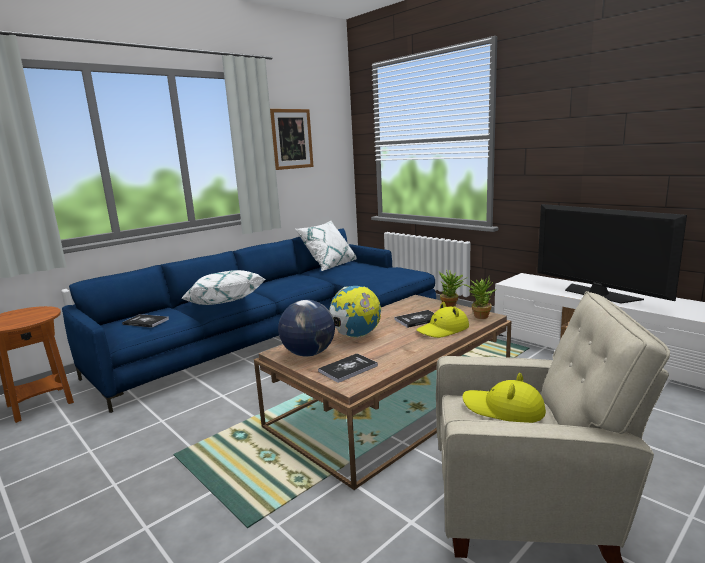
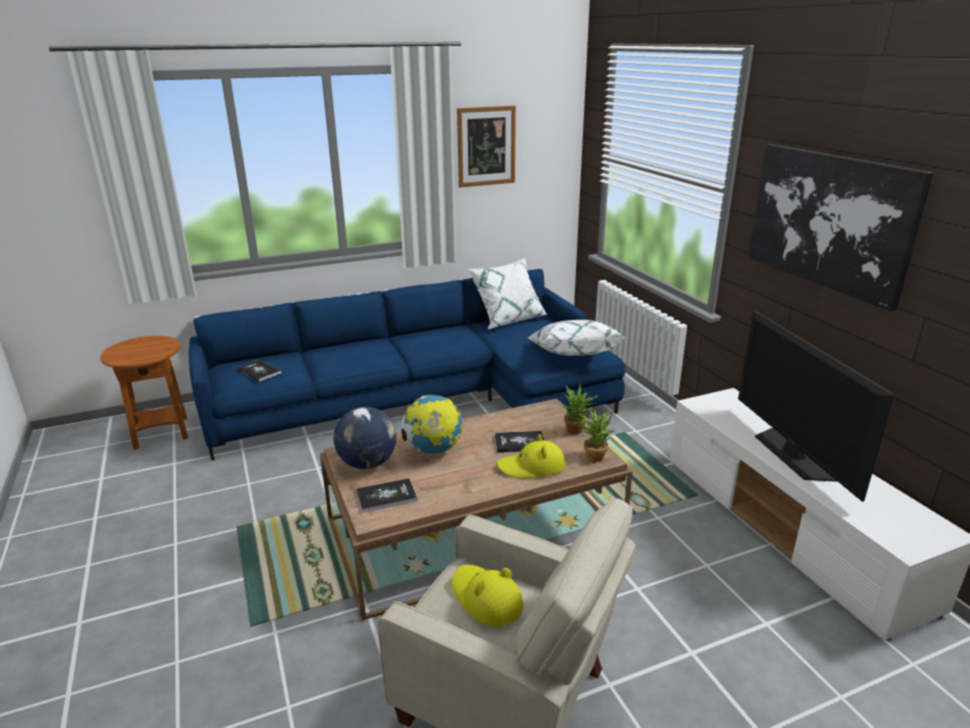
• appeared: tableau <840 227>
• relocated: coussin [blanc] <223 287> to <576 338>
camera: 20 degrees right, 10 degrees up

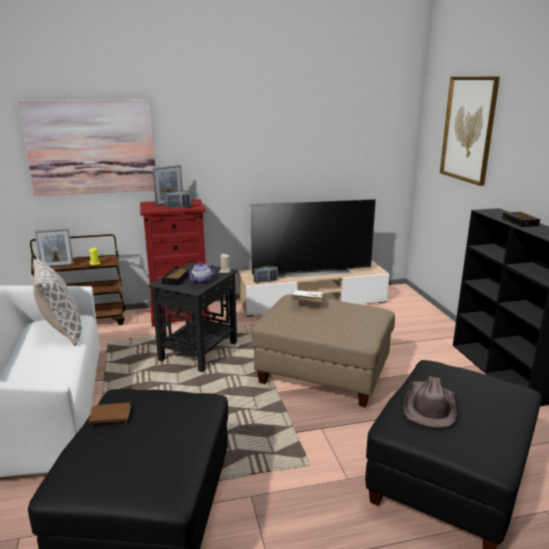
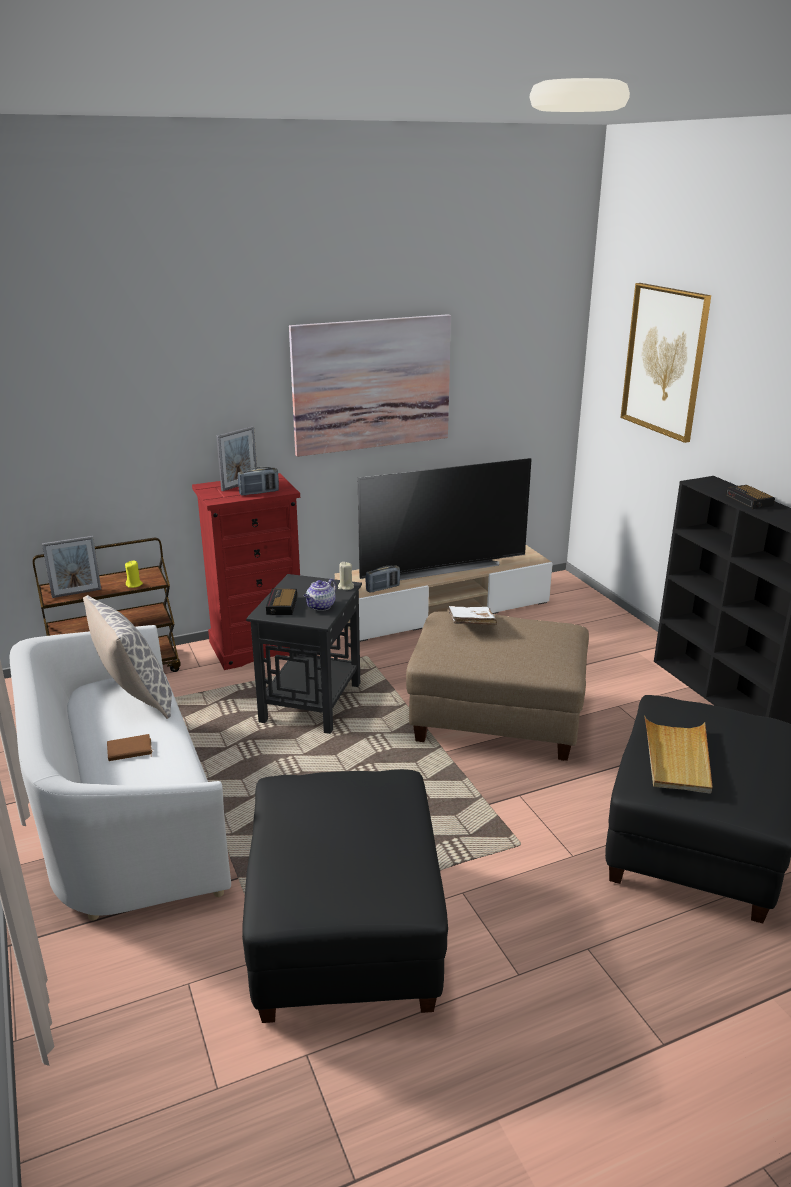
• relocated: tableau <86 147> to <370 385>
• relocated: livre [marron] <110 413> to <130 747>
• exchanged: chapeau [marron] <430 402> to plateau [beige] <678 755>
camera: 10 degrees left, 5 degrees up

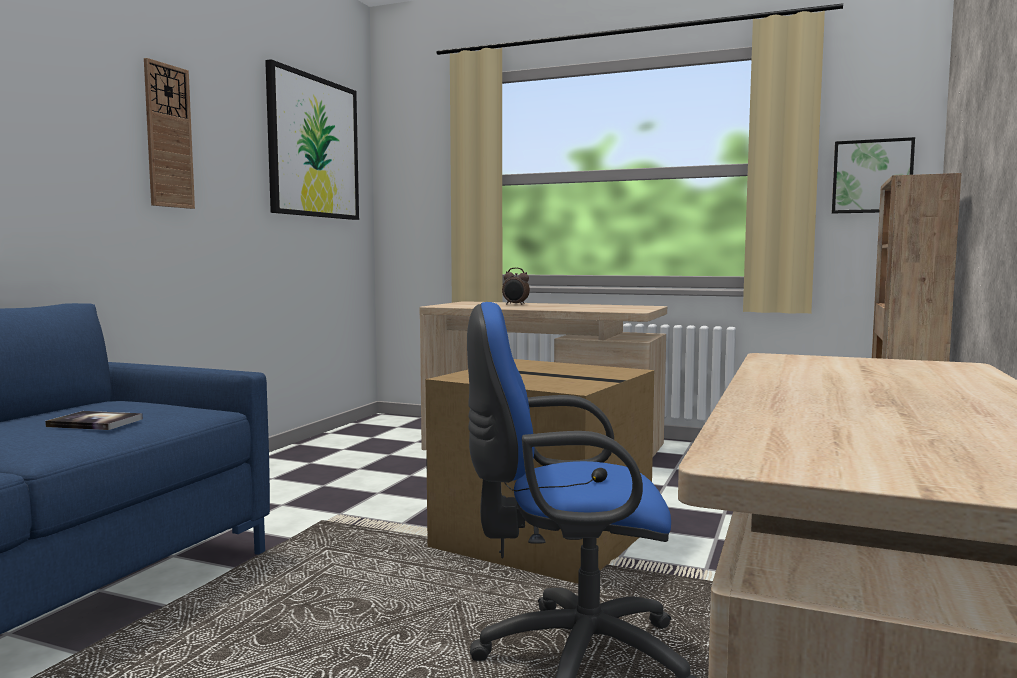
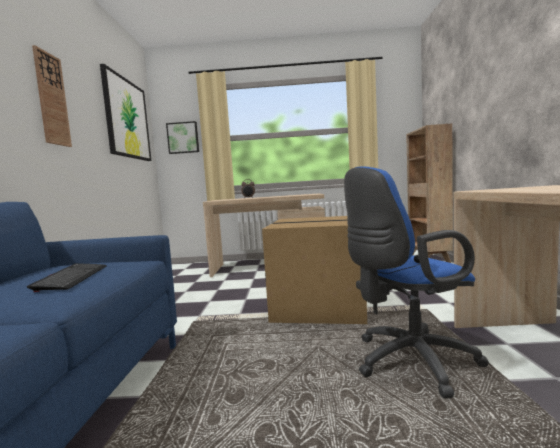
• relocated: tableau <873 175> to <182 137>
• exchanged: livre <94 420> to clavier <67 277>
camera: 20 degrees left, 0 degrees up

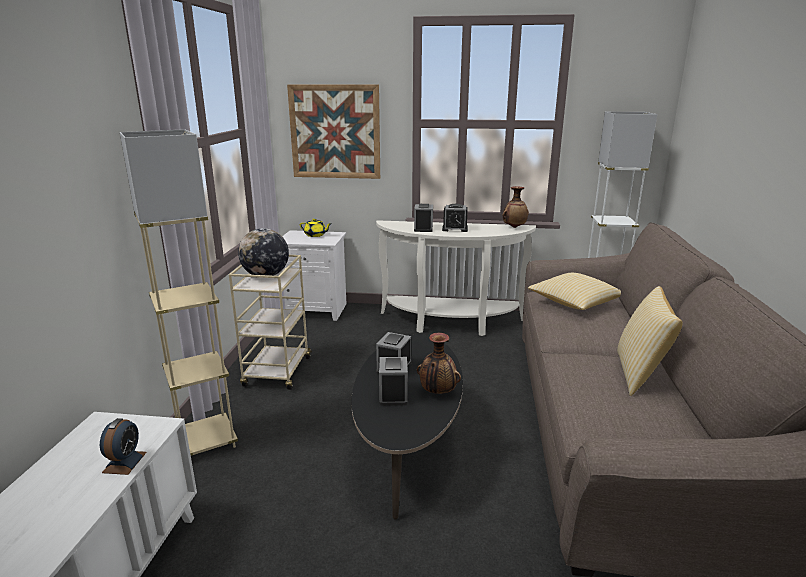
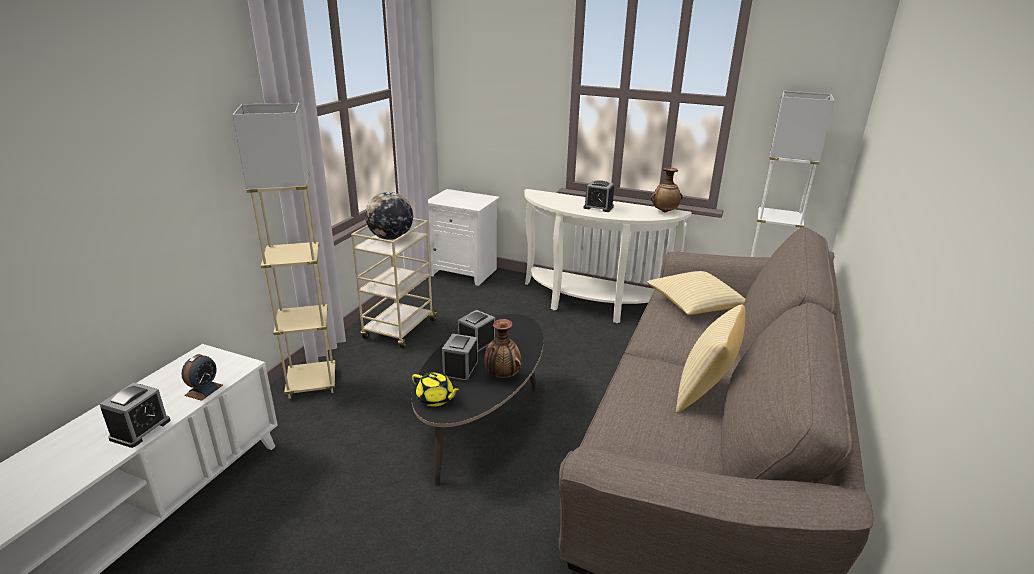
• missing: tableau <333 131>
• relocated: théière [jaune] <316 227> to <436 389>
• relocated: réveil <423 218> to <135 415>
camera: 15 degrees right, 5 degrees up

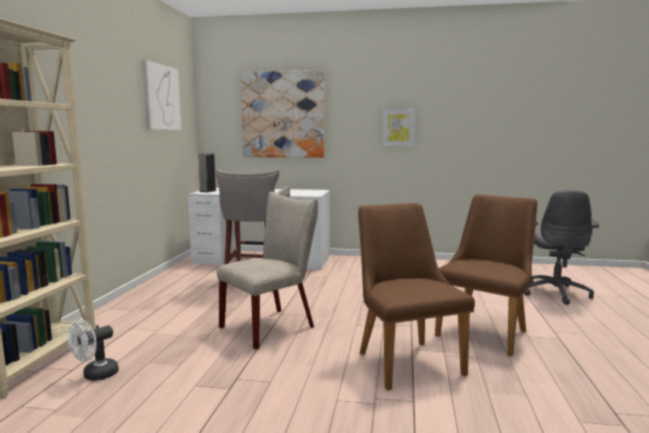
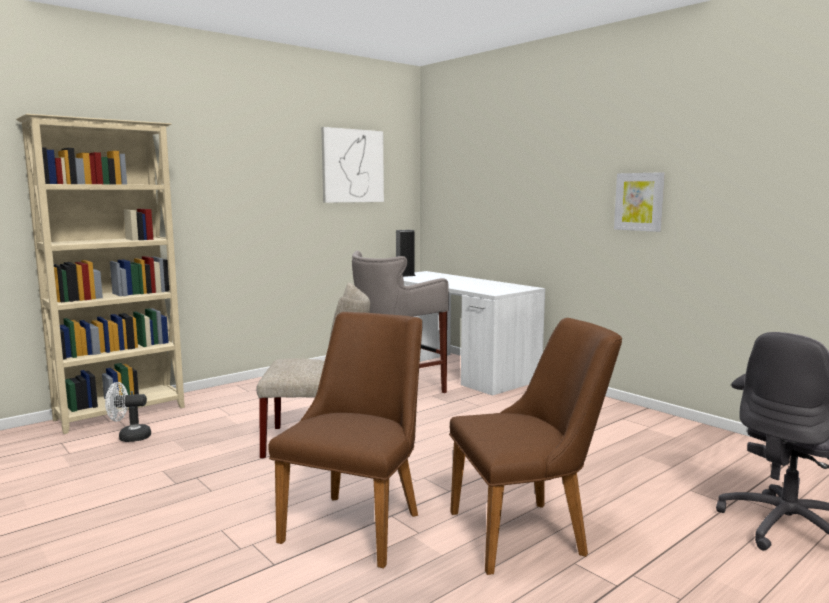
• missing: tableau <283 114>
camera: 40 degrees right, 0 degrees up

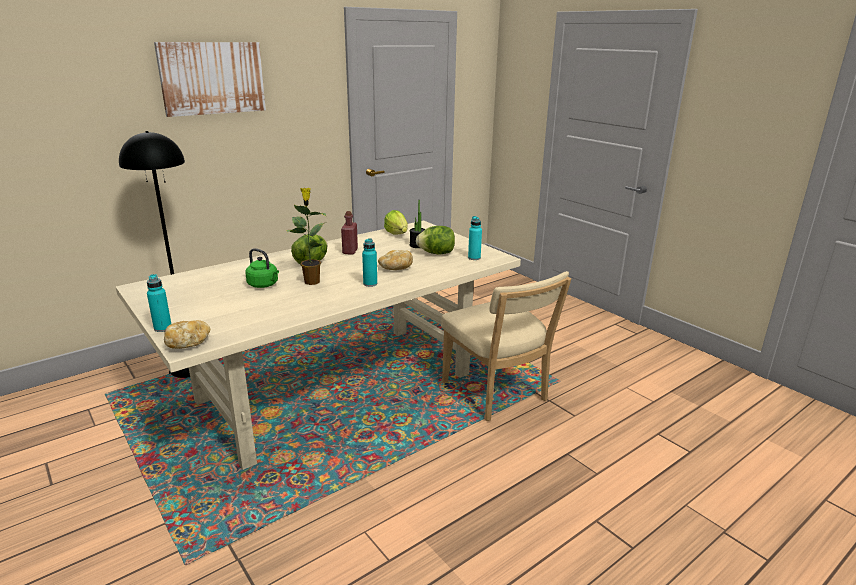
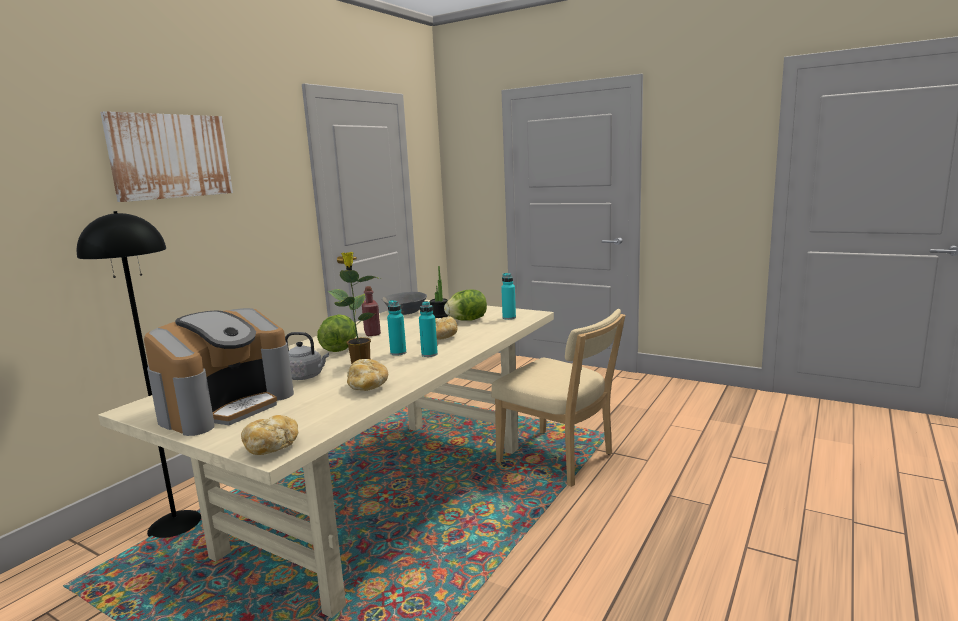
• appeared: machine à café <219 372>
• appeared: pain <367 375>
• relocated: bouteille [turquoise] <159 303> to <396 328>
• exchanged: laitue <396 222> to bol [gris] <404 303>
• colour: bouilloire [vert] <262 268> to bouilloire [gris] <307 356>
camera: 20 degrees left, 10 degrees down

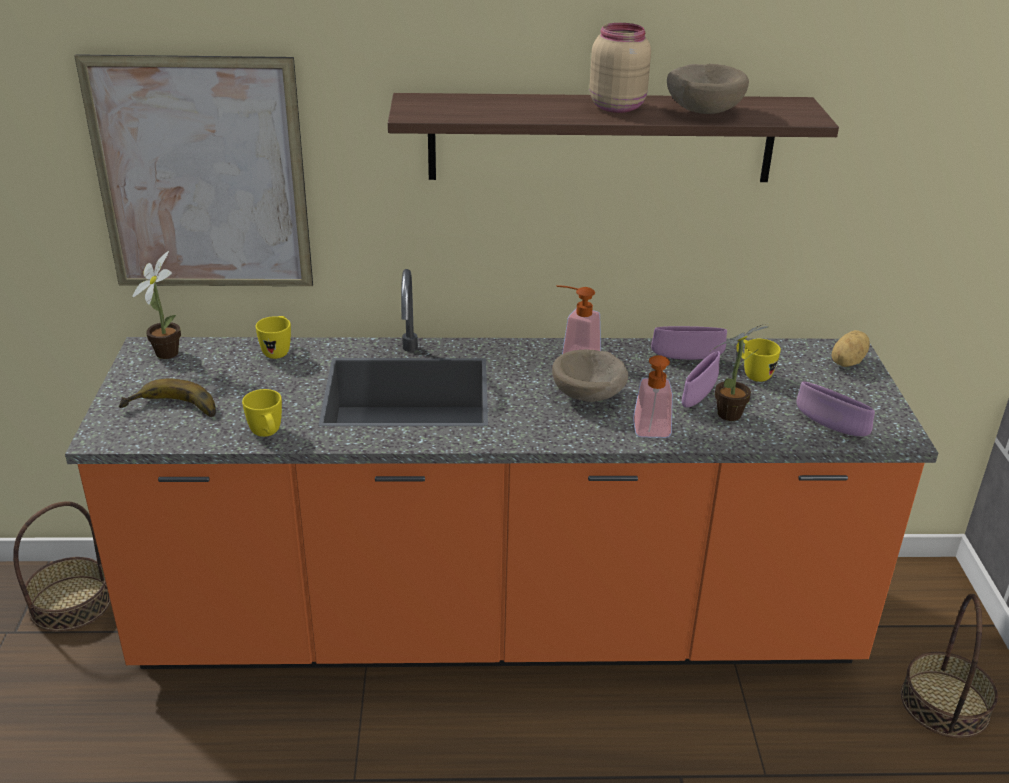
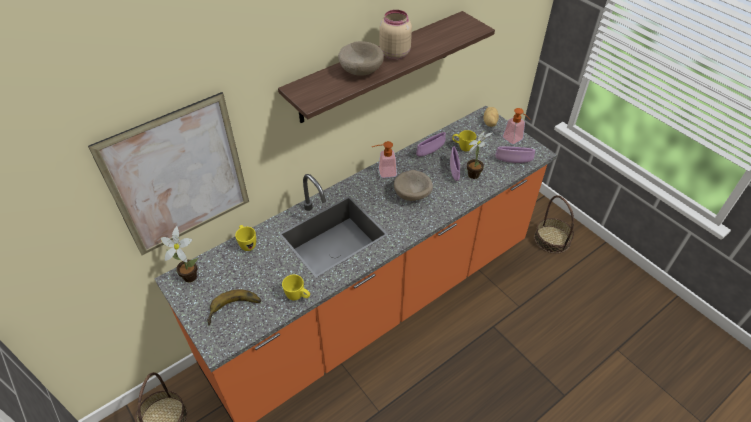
• relocated: distributeur de savon <653 396> to <516 126>
• relocated: bol [beige] <708 89> to <361 58>
camera: 35 degrees left, 15 degrees up

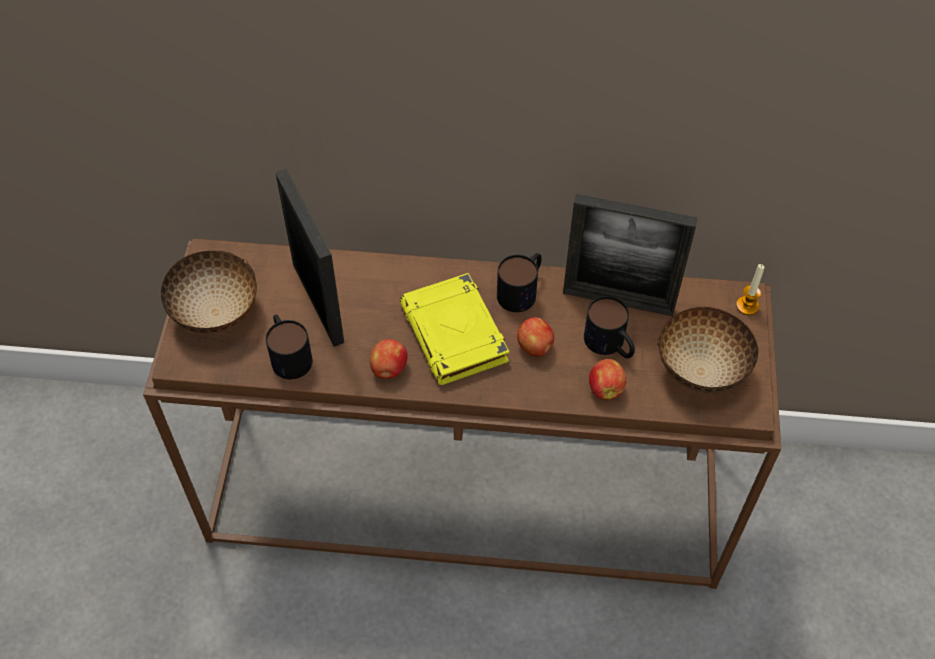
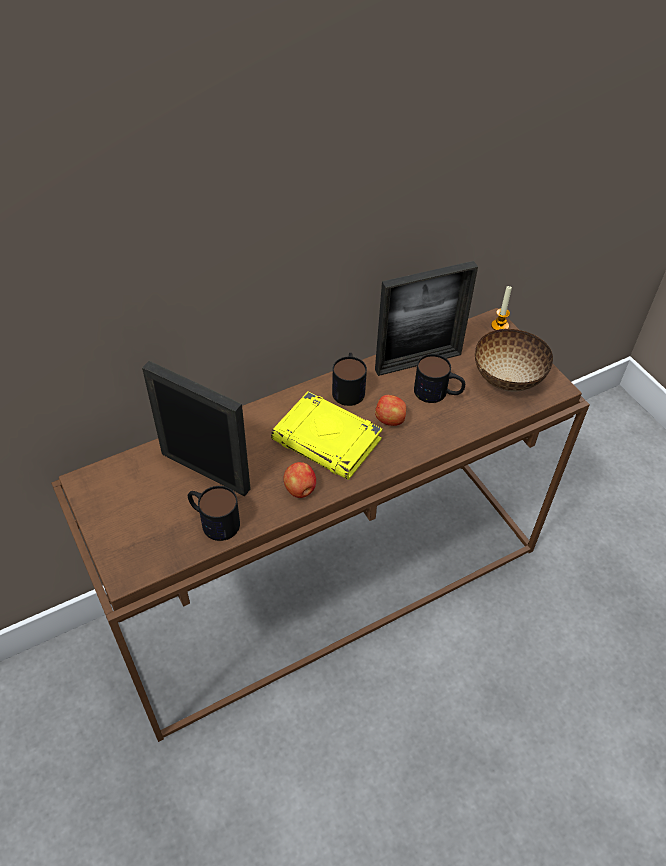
• missing: bol <209 292>
• missing: pomme <607 379>
camera: 35 degrees left, 5 degrees down

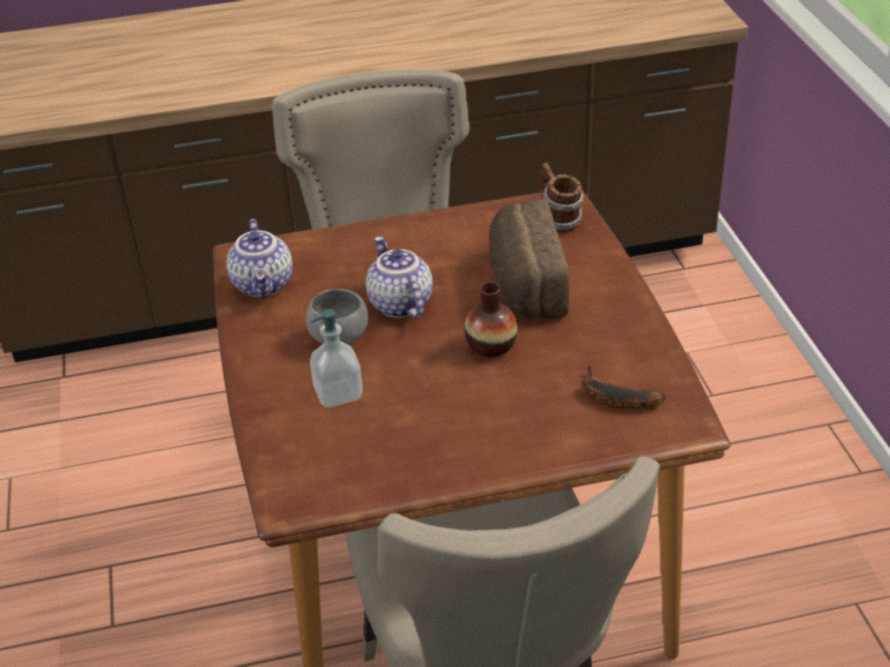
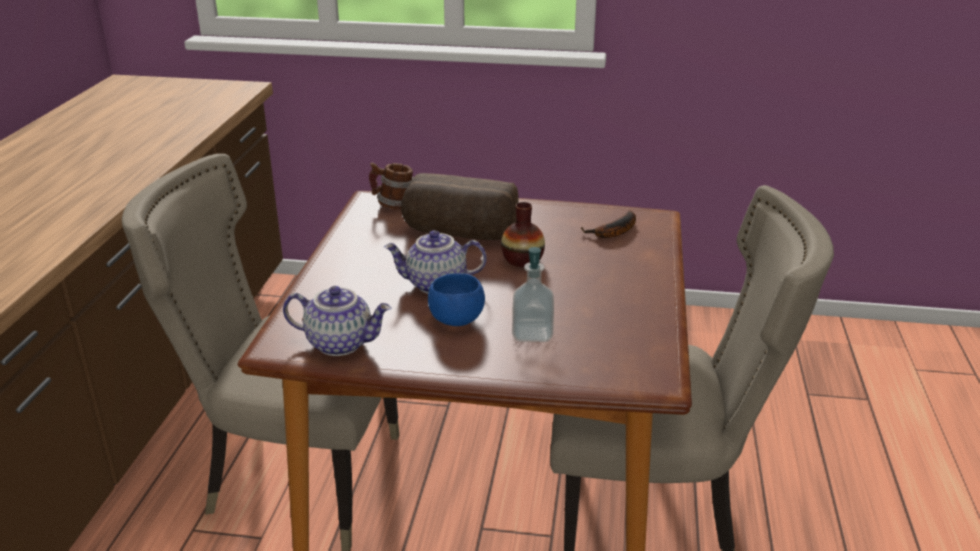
• colour: bol [gris] <337 317> to bol [bleu] <456 299>
camera: 70 degrees left, 10 degrees down

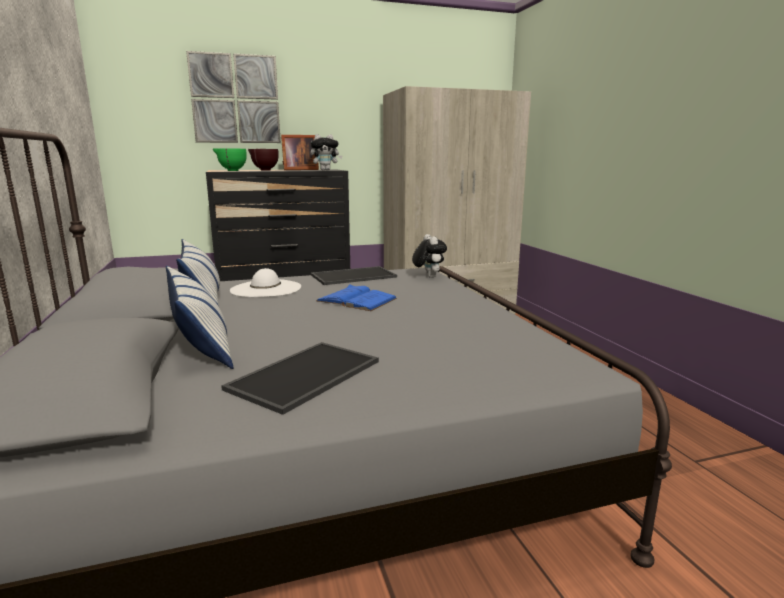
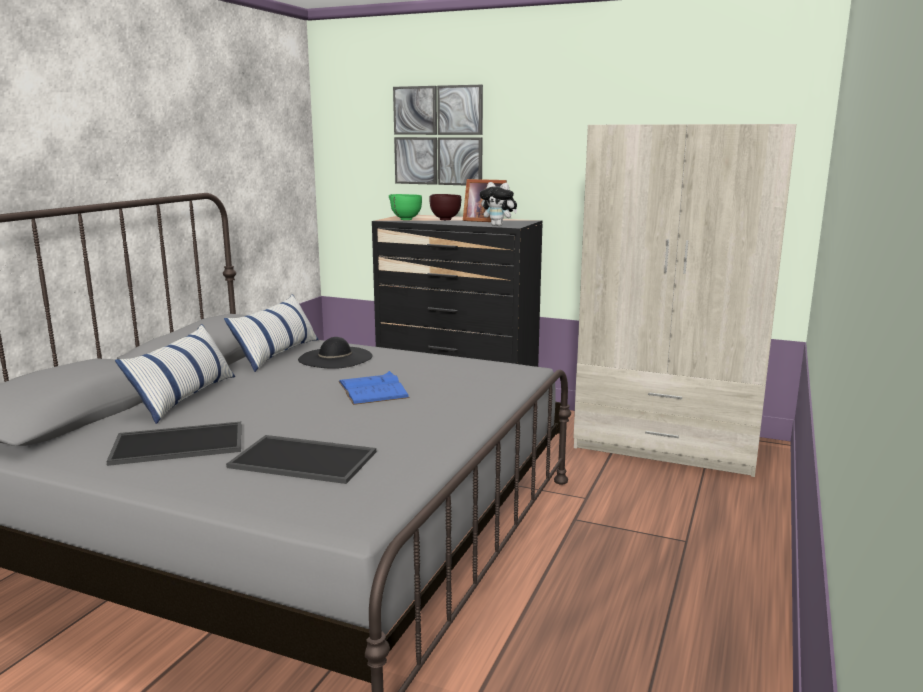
• missing: peluche <429 256>
• relocated: plateau <354 275> to <301 459>
• colour: chapeau [blanc] <265 282> to chapeau [noir] <335 353>
camera: 40 degrees right, 0 degrees up

